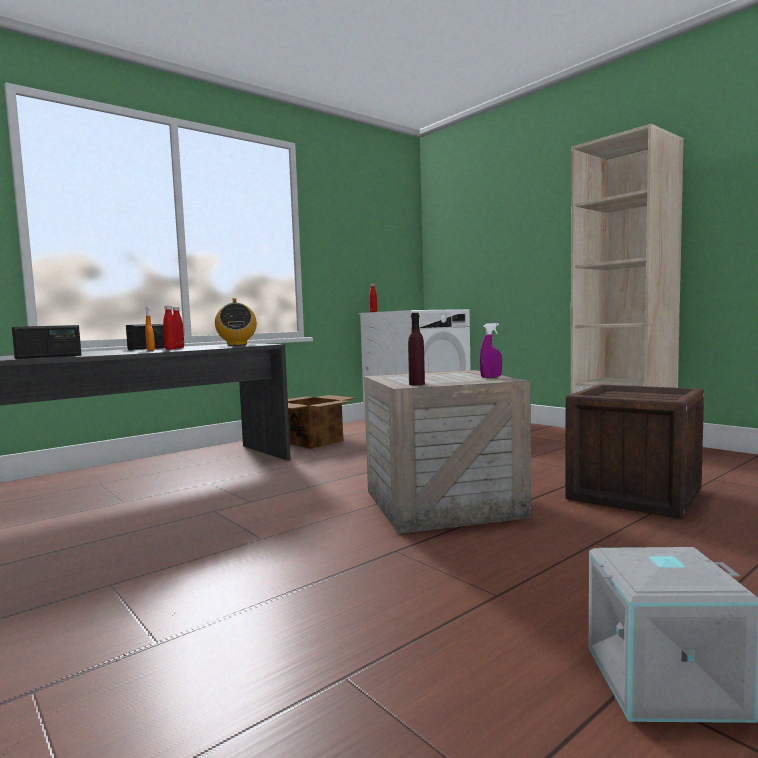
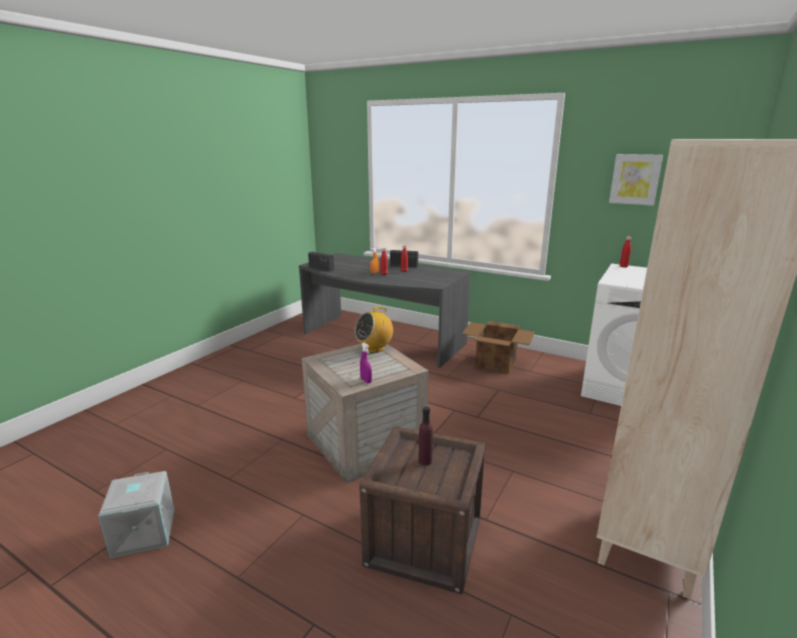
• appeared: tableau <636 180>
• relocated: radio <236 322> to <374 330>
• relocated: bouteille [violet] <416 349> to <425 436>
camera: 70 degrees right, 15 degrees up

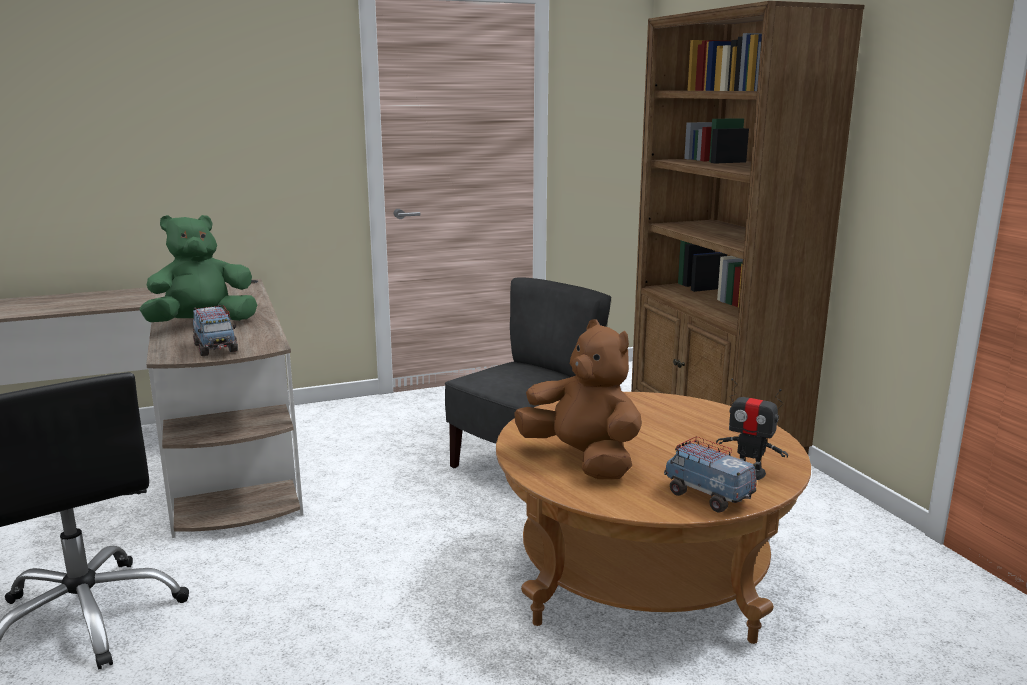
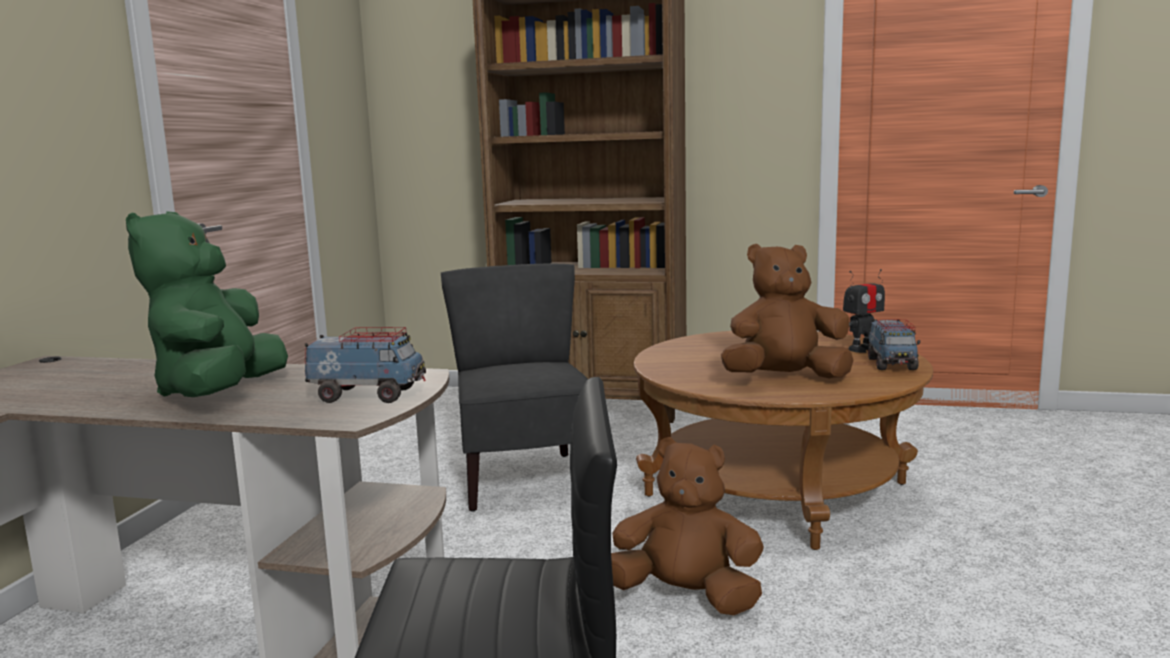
• appeared: peluche [marron] <687 526>
• spun: camion jouet <710 474> = <894 344> 75 degrees counterclockwise
camera: 55 degrees left, 5 degrees down

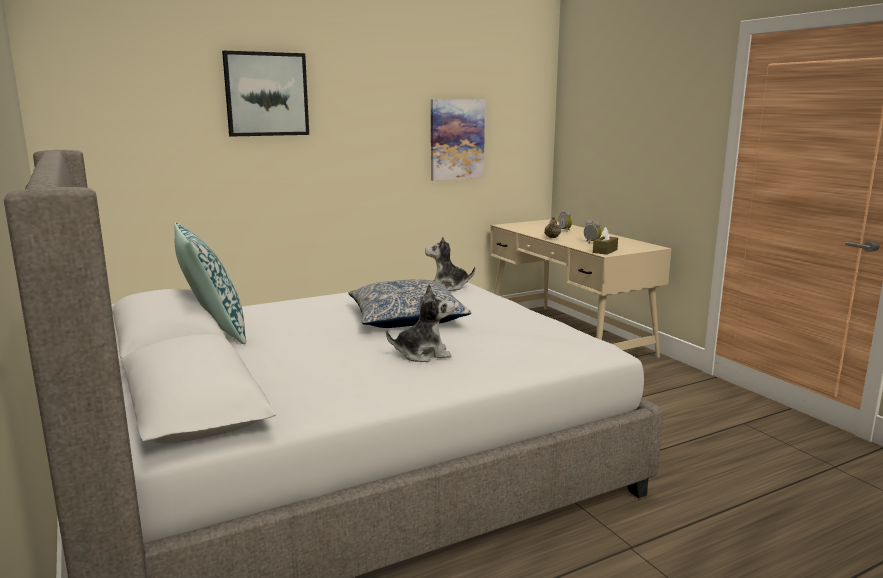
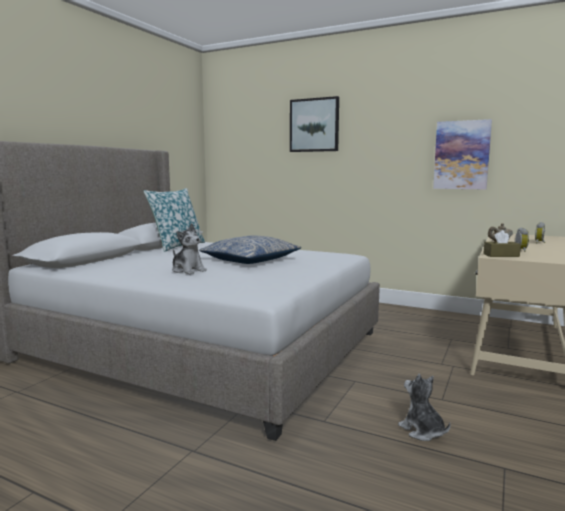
• relocated: peluche <450 263> to <424 407>
camera: 55 degrees right, 5 degrees down

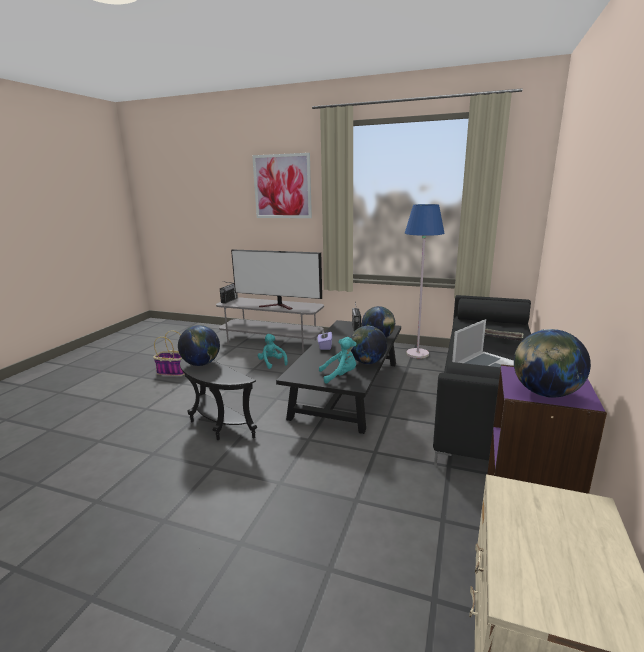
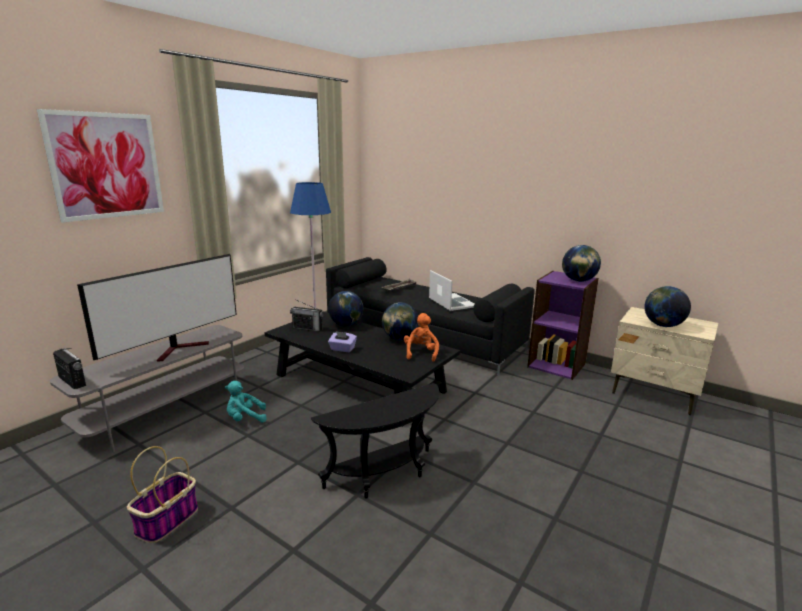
• relocated: globe <199 345> to <667 306>
• colour: peluche [turquoise] <338 360> to peluche [orange] <421 337>
camera: 75 degrees left, 0 degrees up

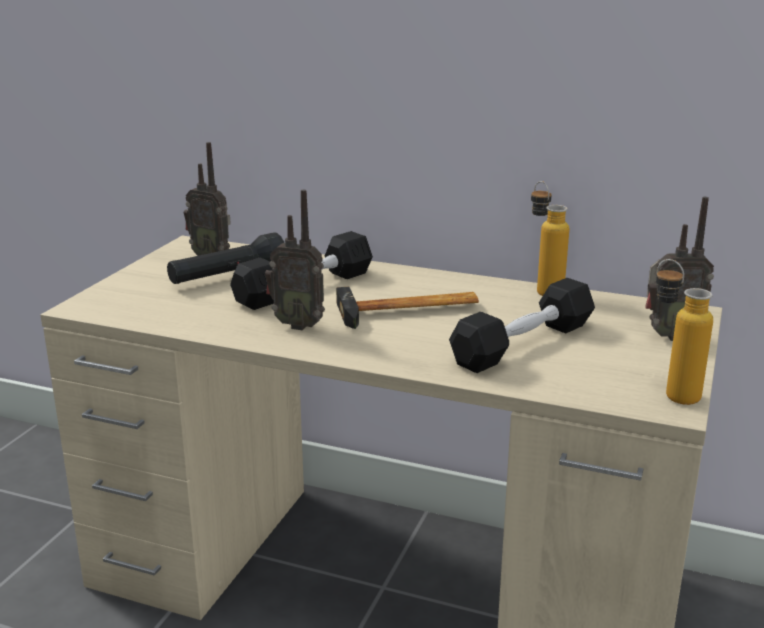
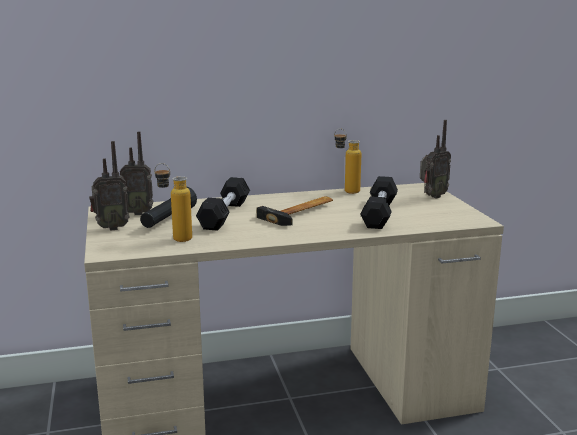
• relocated: radio <295 260> to <109 186>
• relocated: bouteille <684 332> to <173 202>
camera: 35 degrees left, 5 degrees down

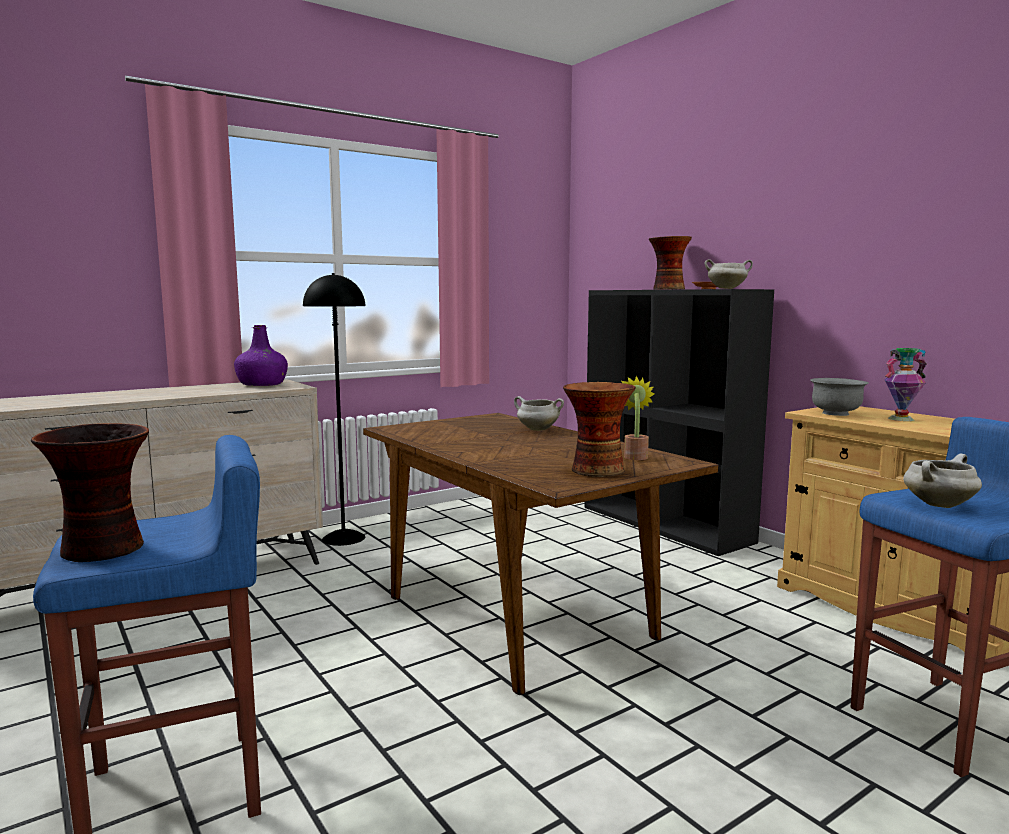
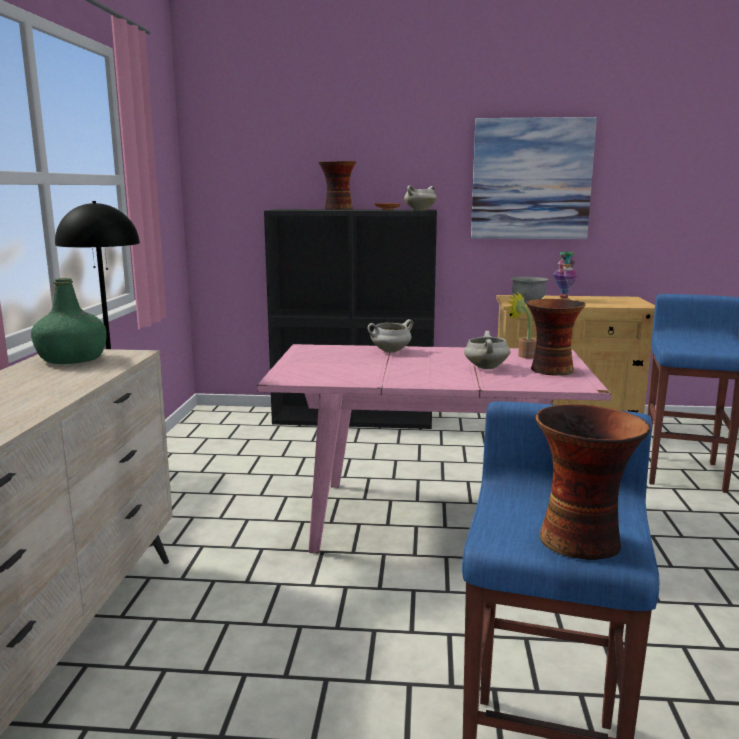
• appeared: tableau <534 178>
• relocated: marmite [blanc] <942 481> to <487 350>
• colour: bouteille [violet] <261 355> to bouteille [vert] <69 321>
• colour: table à manger [marron] <541 554> to table à manger [rose] <434 448>
camera: 50 degrees left, 5 degrees up

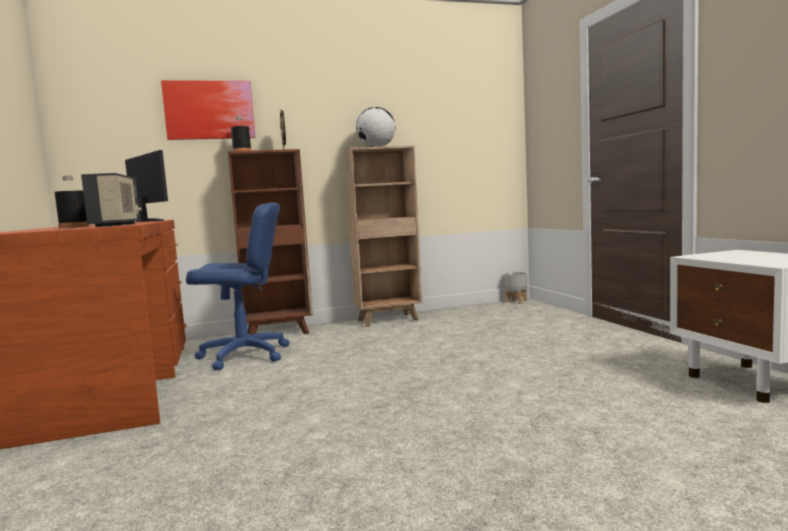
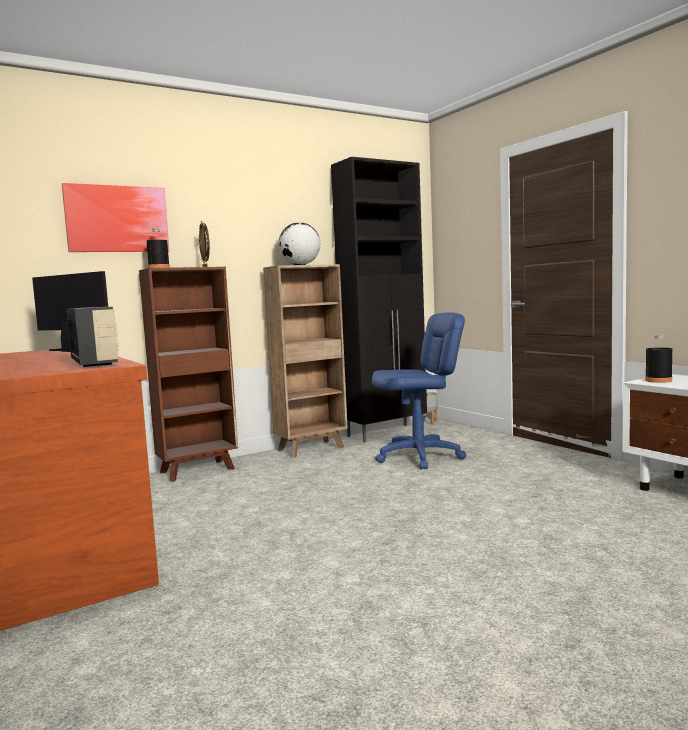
• appeared: meuble de rangement [noir] <379 299>
• relocated: bouteille [noir] <72 201> to <658 358>
• relocated: chaise de bureau [bleu] <238 286> to <419 390>
camera: 15 degrees left, 0 degrees up

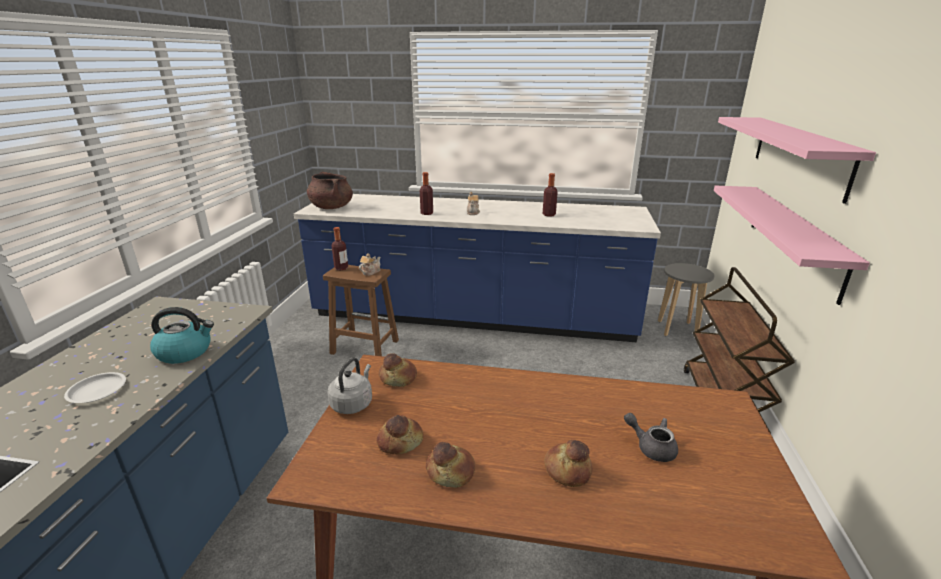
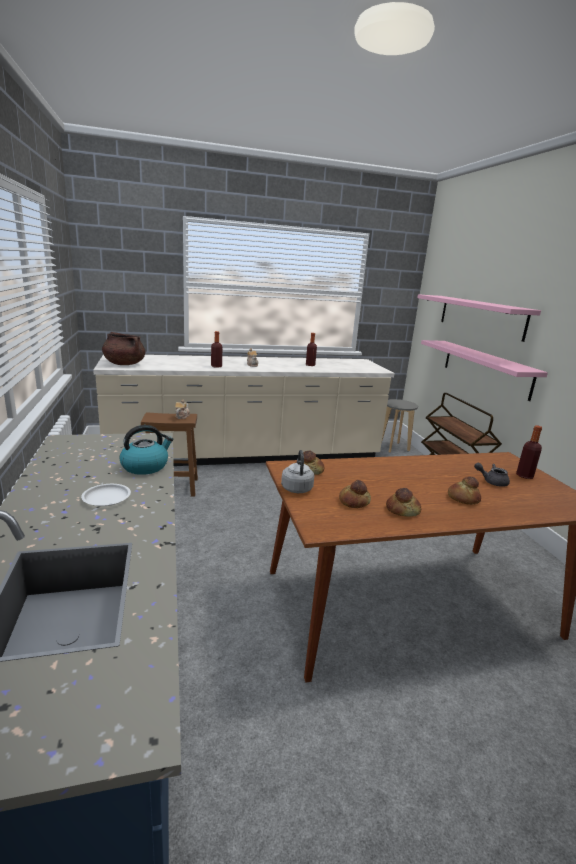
• relocated: bouteille <339 248> to <529 452>
• colour: comptoir de cuisine [bleu] <477 268> to comptoir de cuisine [beige] <244 410>
camera: 25 degrees left, 5 degrees down

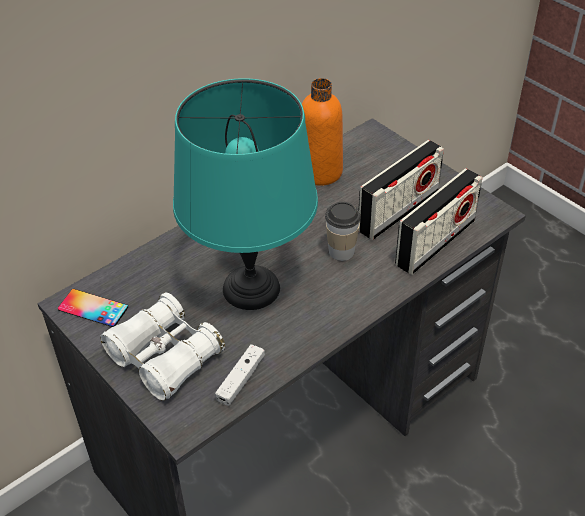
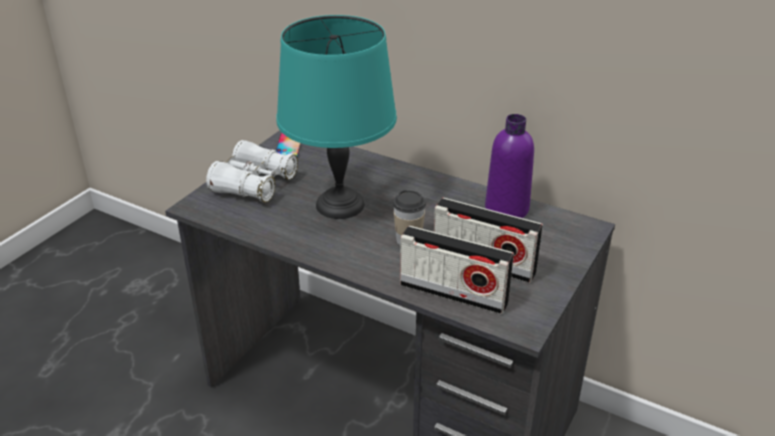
• missing: manette [blanc] <240 375>
• colour: bouteille [orange] <322 132> to bouteille [violet] <509 166>
camera: 70 degrees right, 10 degrees down

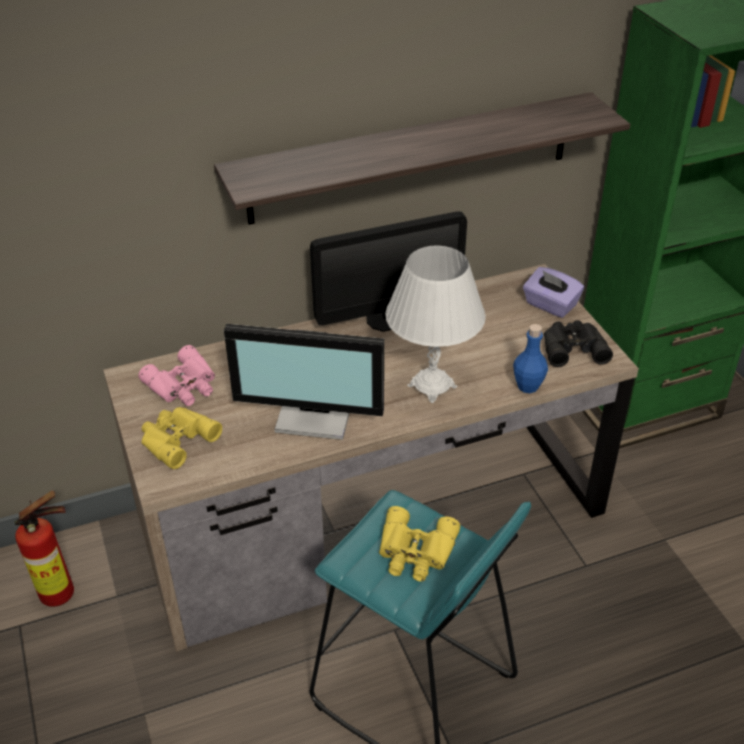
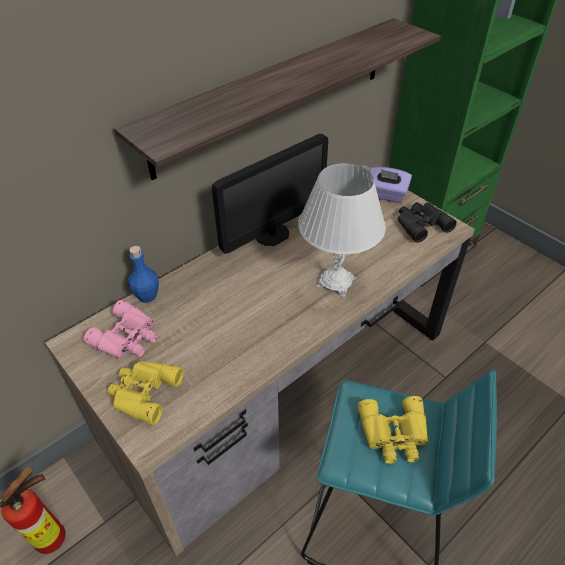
• missing: écran d'ordinateur <304 382>
• relocated: bouteille [bleu] <530 358> to <143 274>
camera: 20 degrees left, 5 degrees up

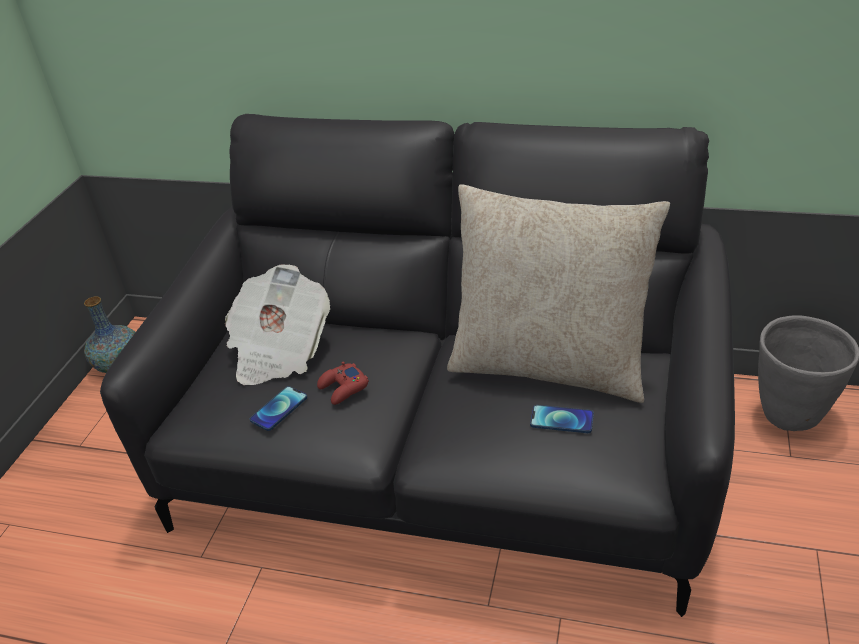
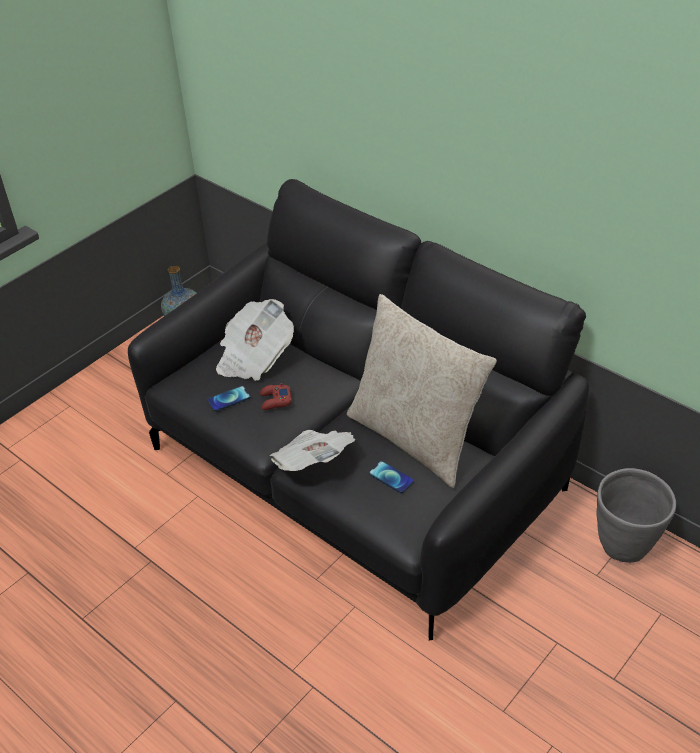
• appeared: journal <312 450>
camera: 25 degrees right, 5 degrees up

